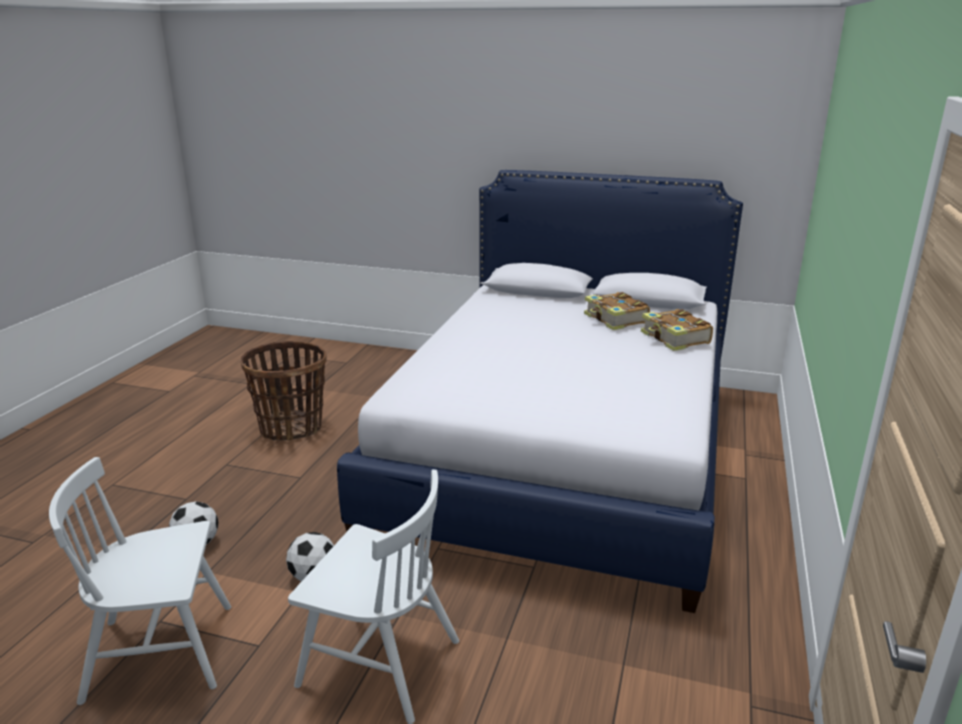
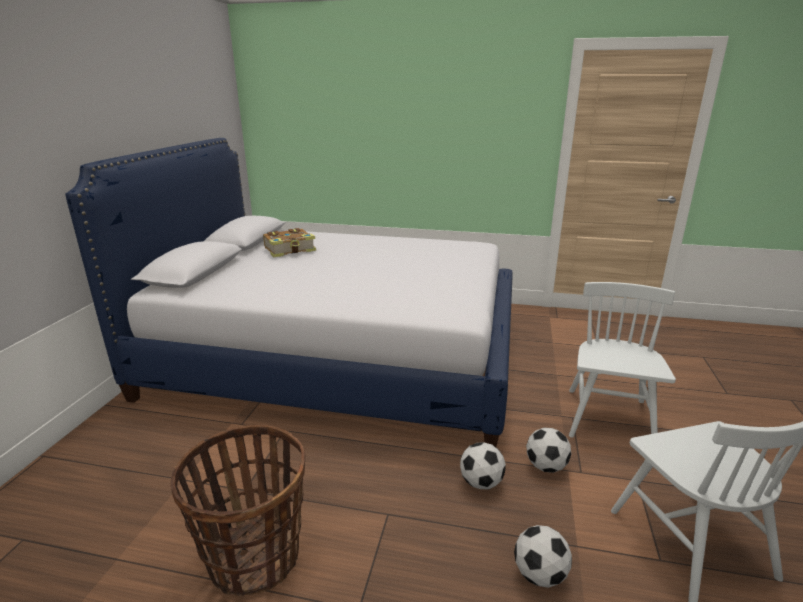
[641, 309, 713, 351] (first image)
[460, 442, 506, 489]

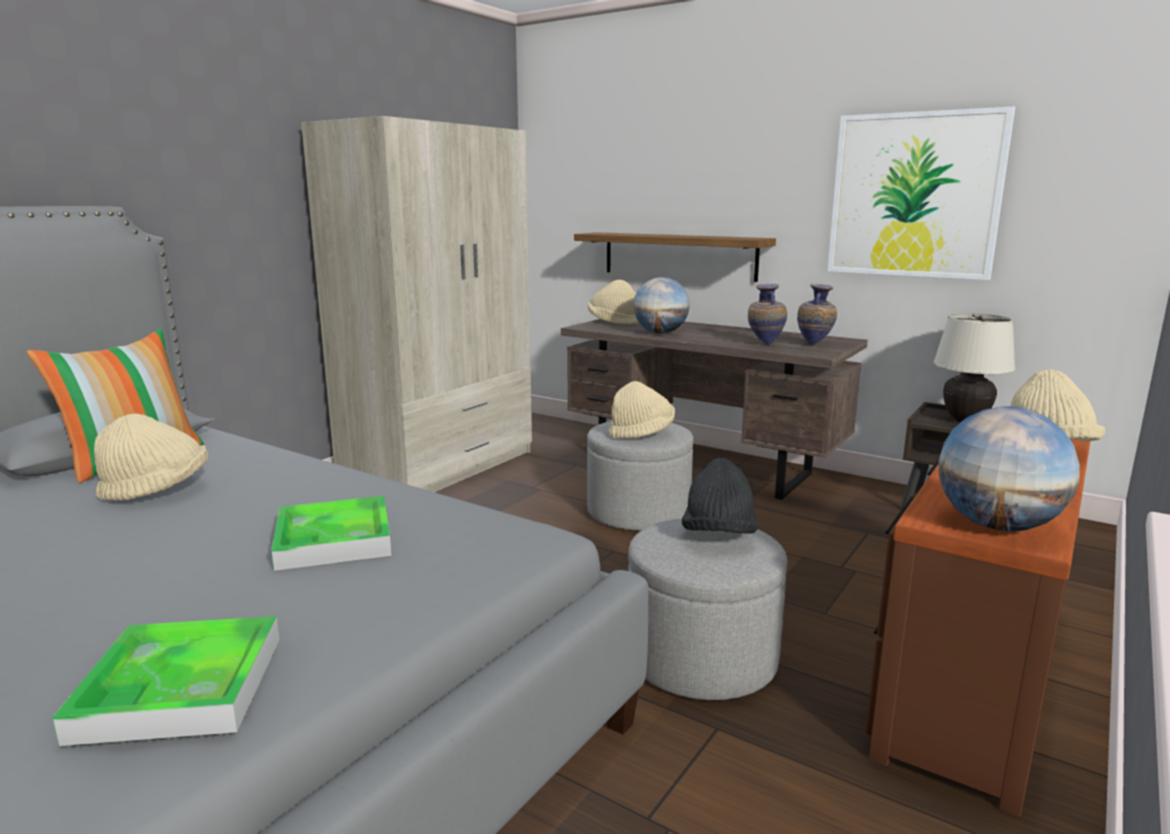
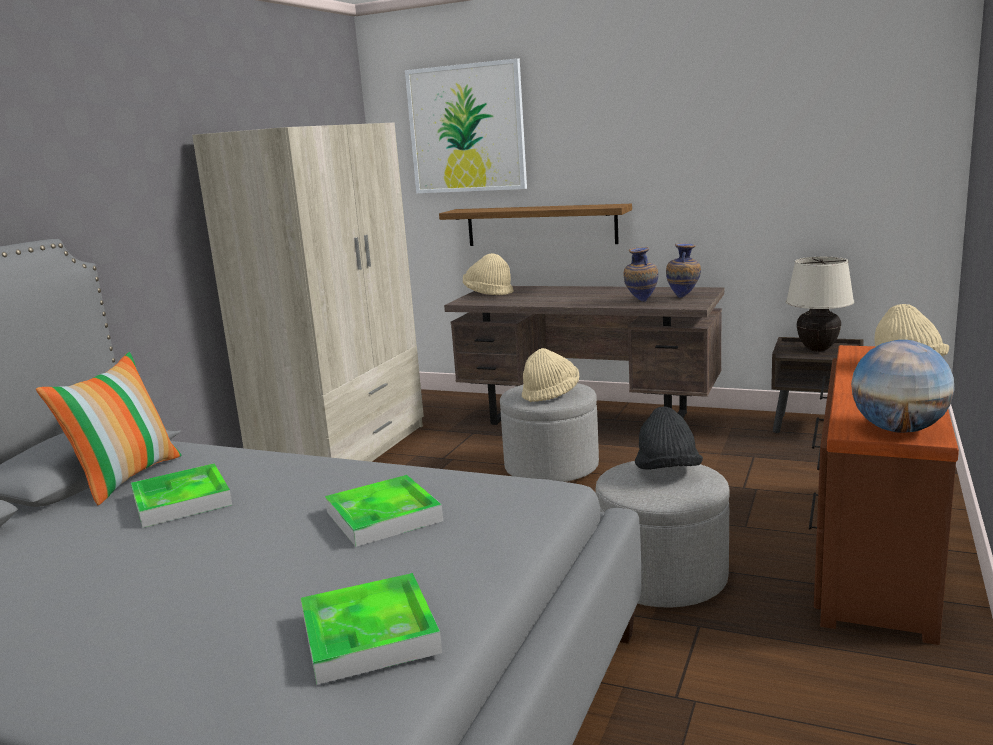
[405, 58, 527, 193]
[633, 277, 690, 334] (first image)
[131, 464, 232, 528]

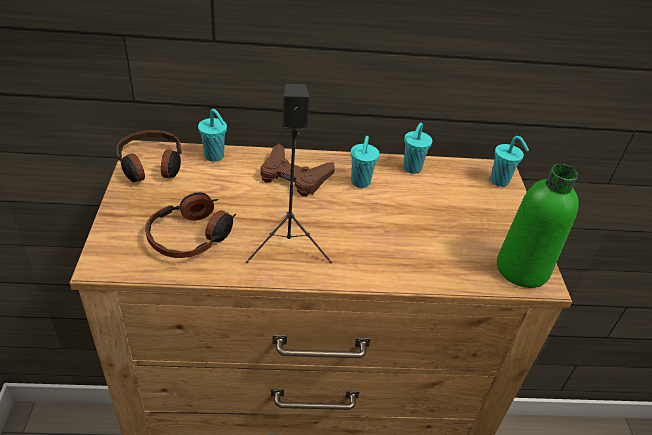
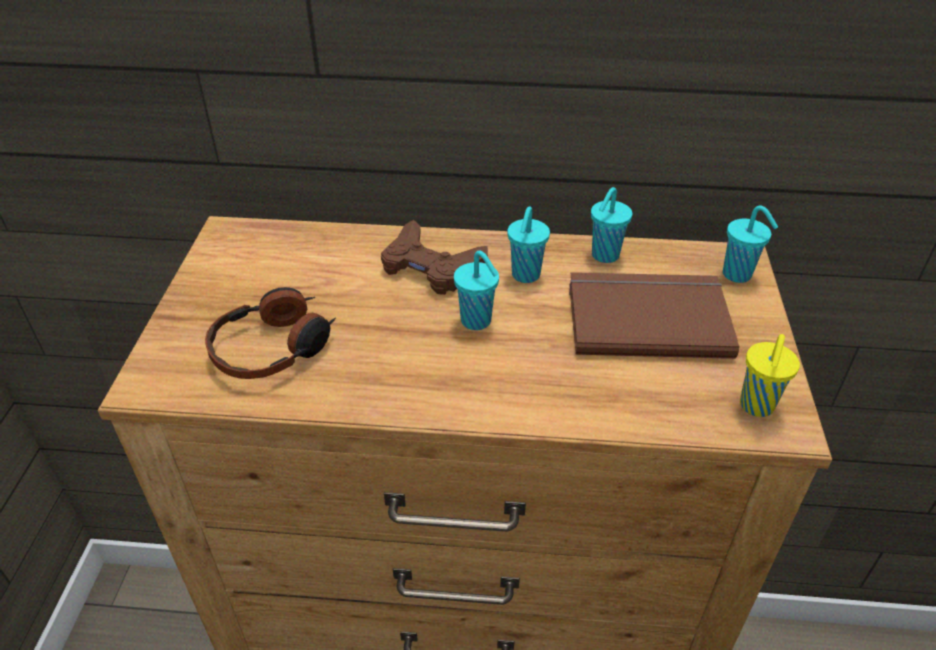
[246, 84, 332, 263] (first image)
[454, 250, 499, 330]
[117, 130, 182, 182] (first image)
[740, 334, 800, 417]
[569, 272, 740, 359]

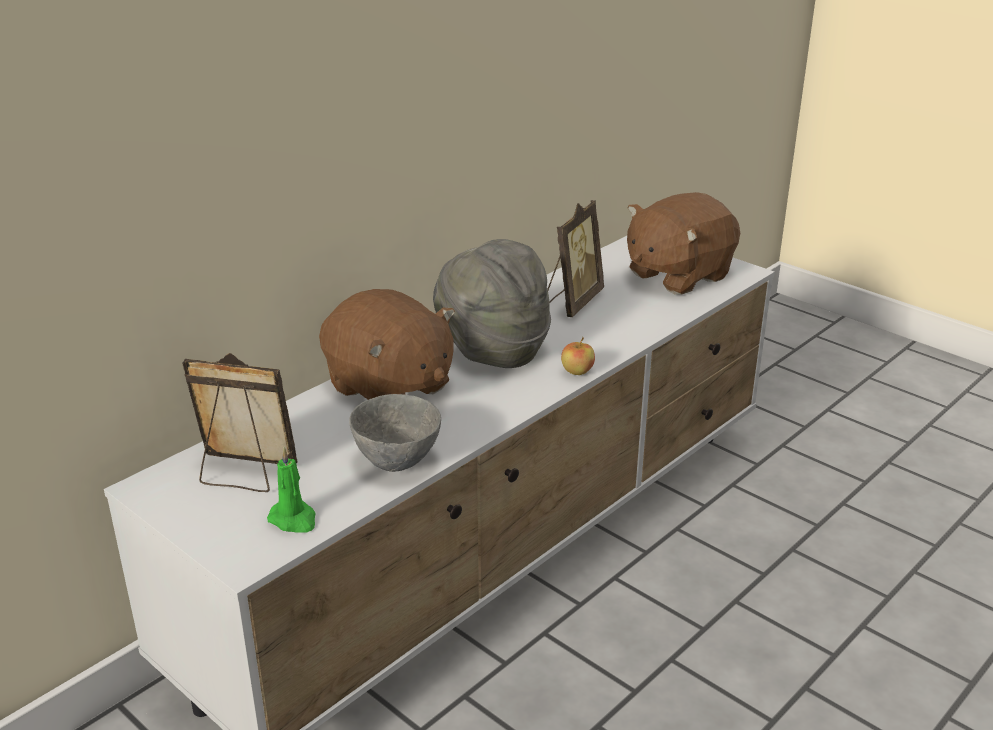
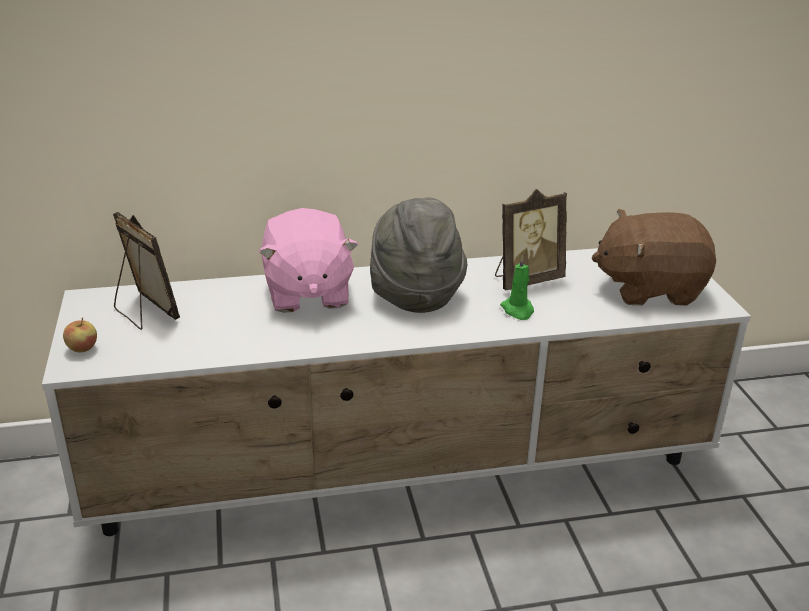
[259, 208, 359, 313]
[63, 318, 97, 352]
[349, 394, 441, 472] (first image)
[500, 254, 534, 320]

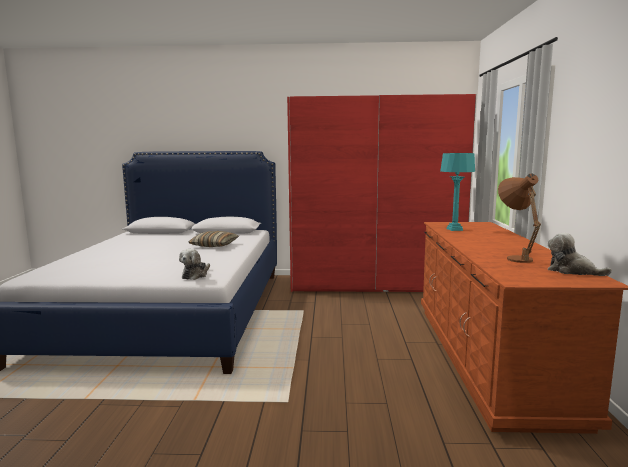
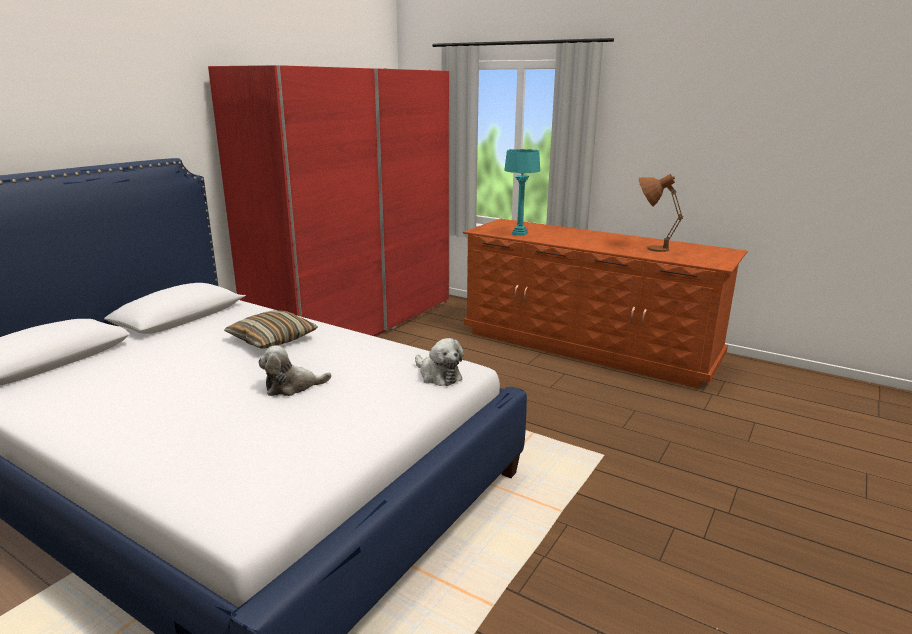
[258, 345, 332, 396]

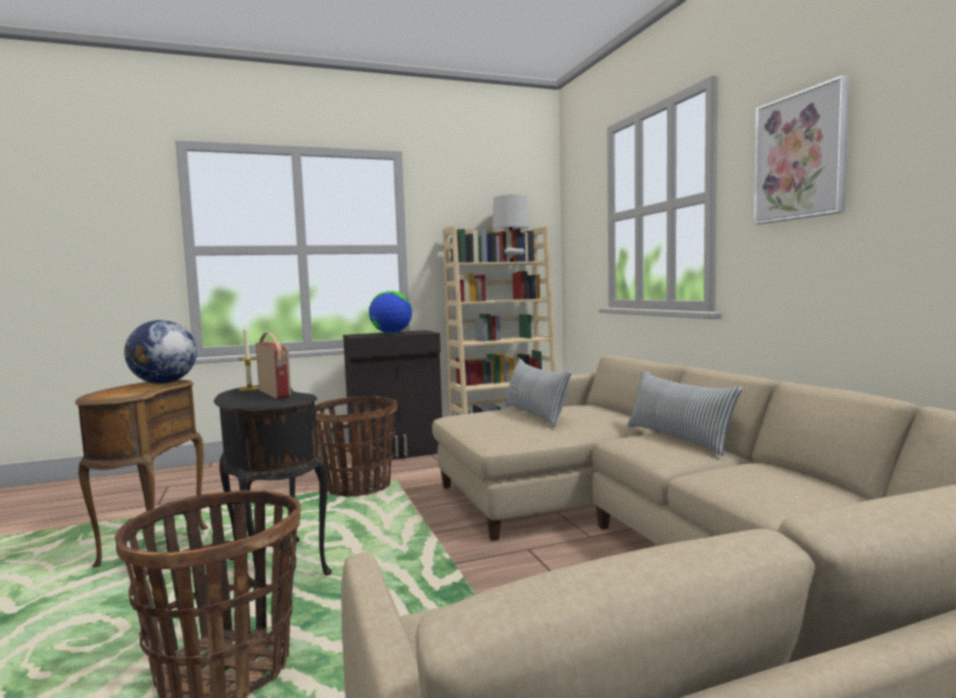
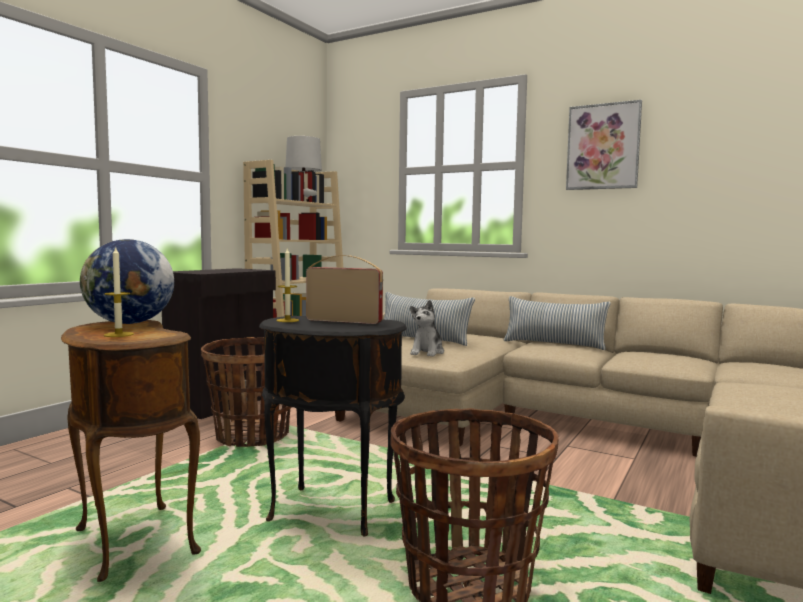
[369, 290, 412, 334] (first image)
[104, 246, 134, 337]
[410, 300, 444, 356]

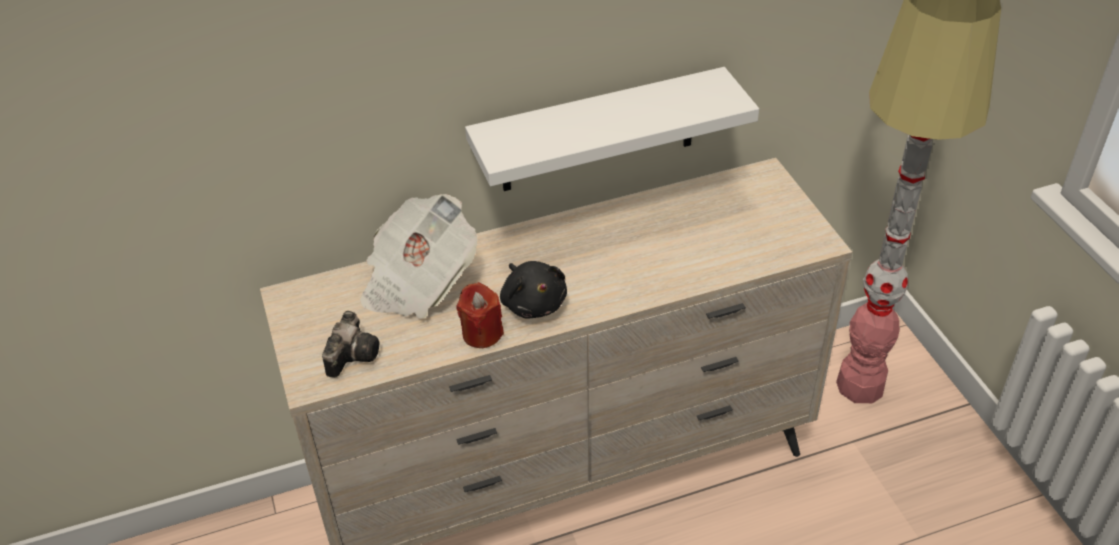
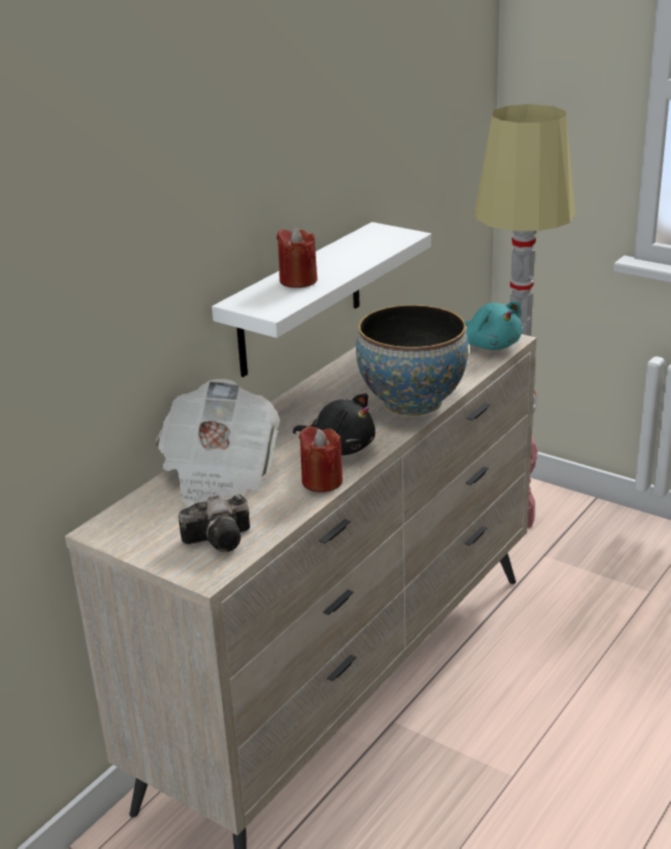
[179, 494, 250, 552]
[277, 228, 318, 288]
[465, 301, 522, 350]
[356, 305, 468, 416]

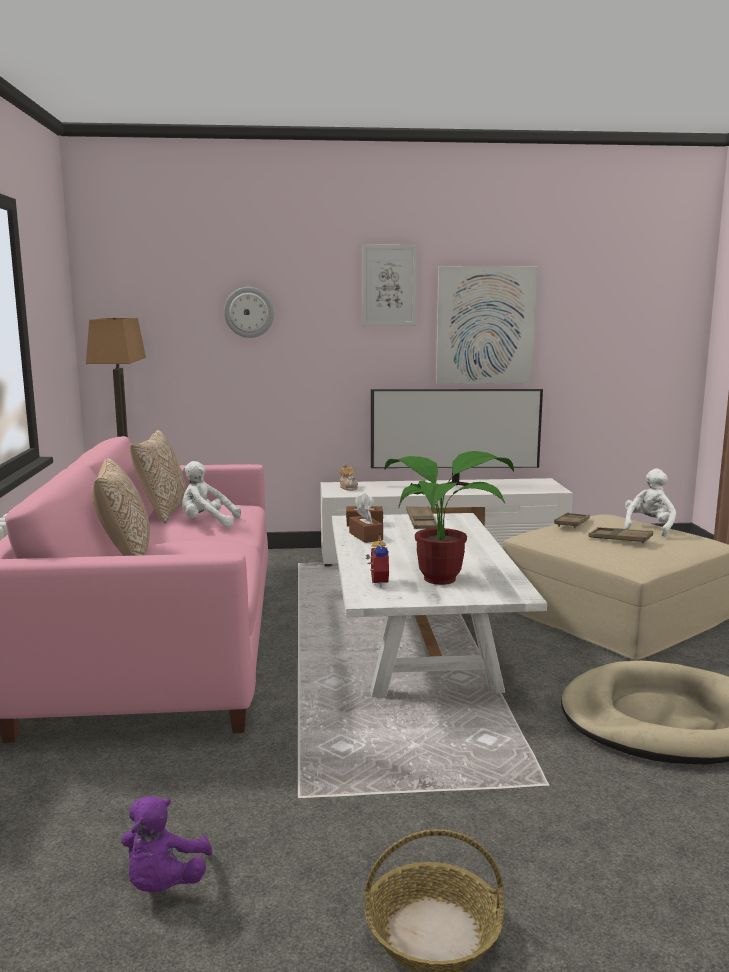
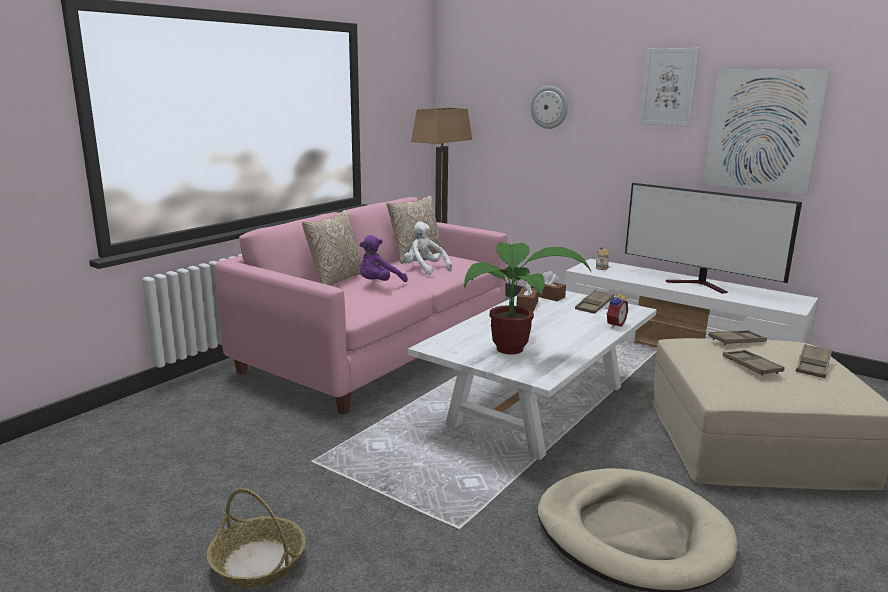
[795, 344, 832, 378]
[606, 290, 628, 328]
[360, 235, 408, 282]

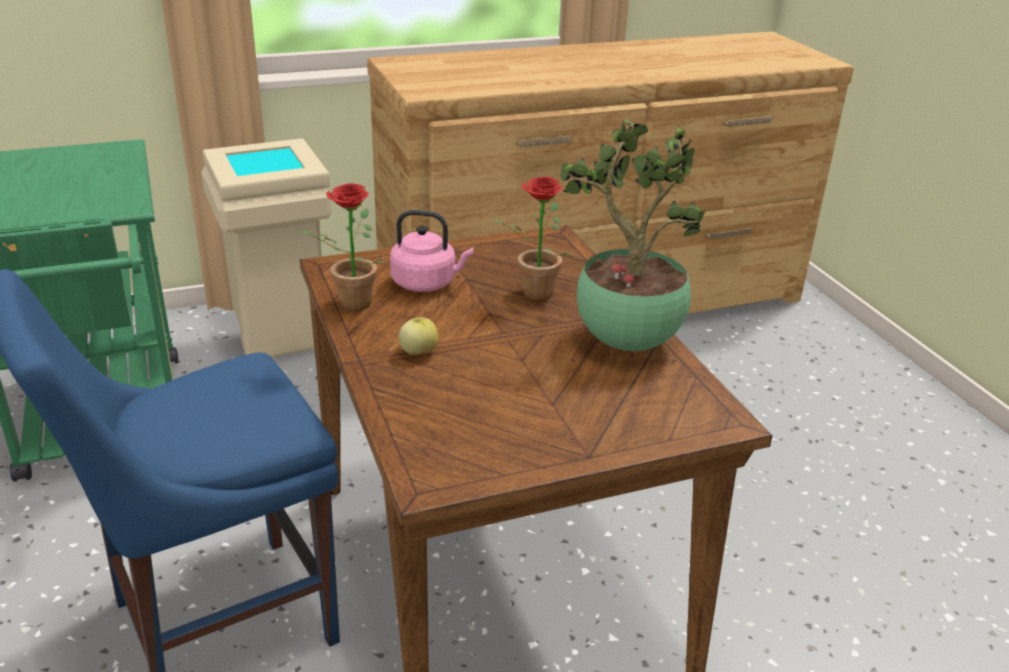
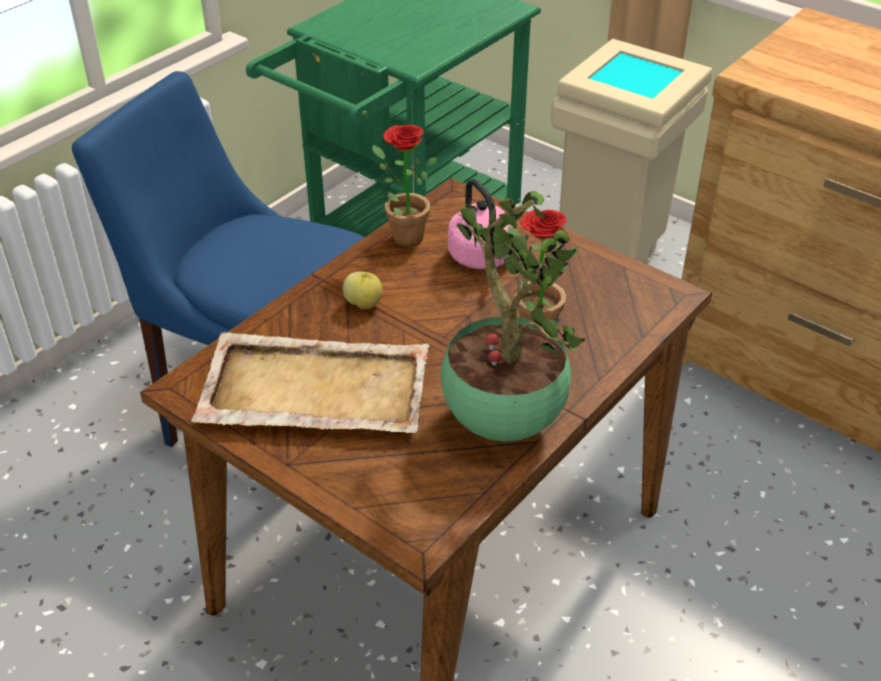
[191, 332, 429, 433]

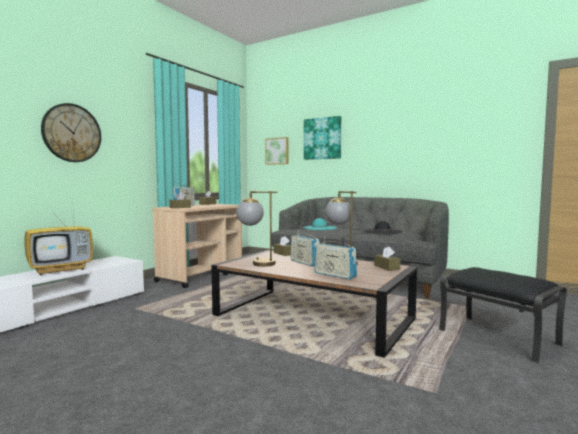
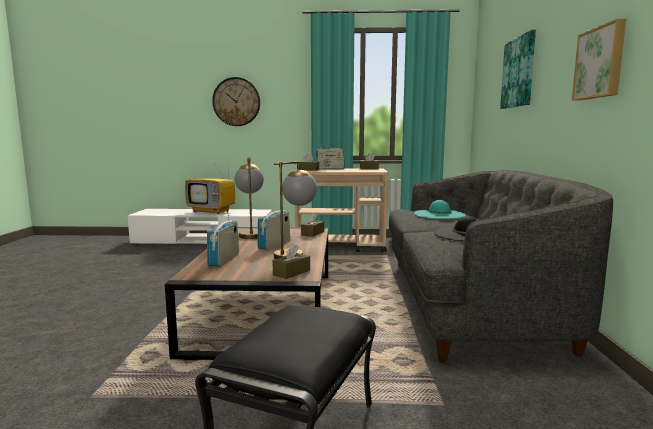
[572, 19, 626, 101]

